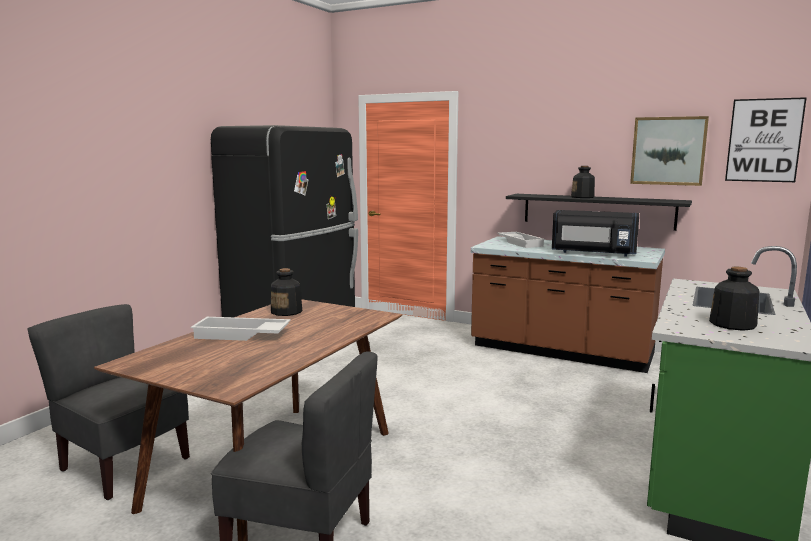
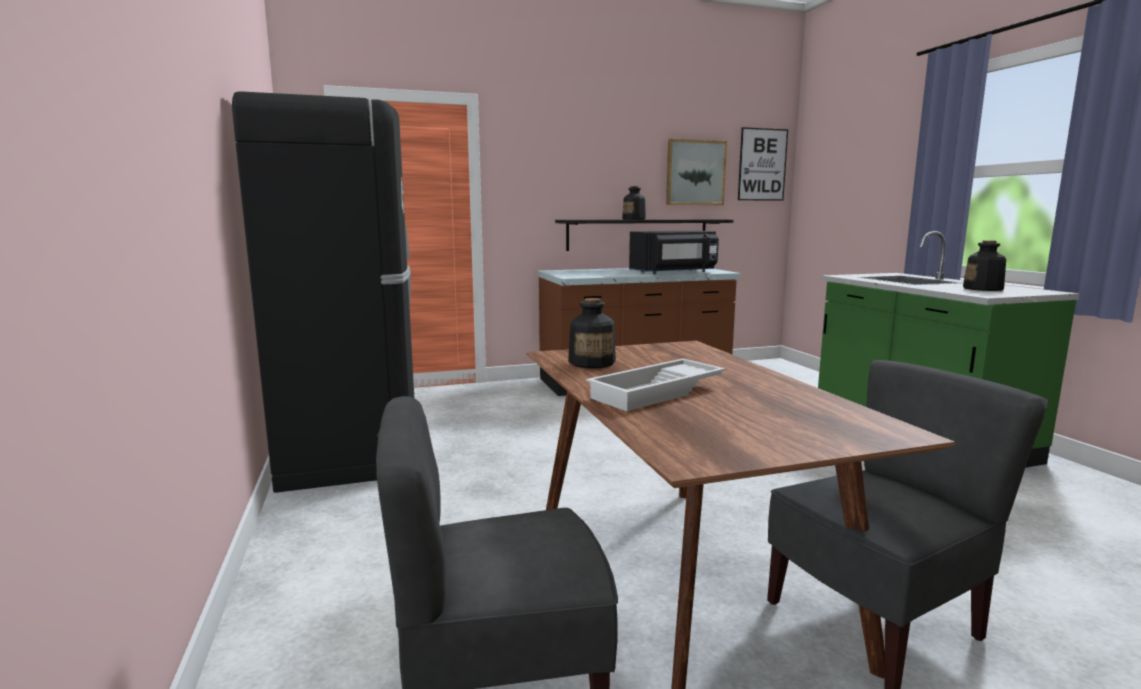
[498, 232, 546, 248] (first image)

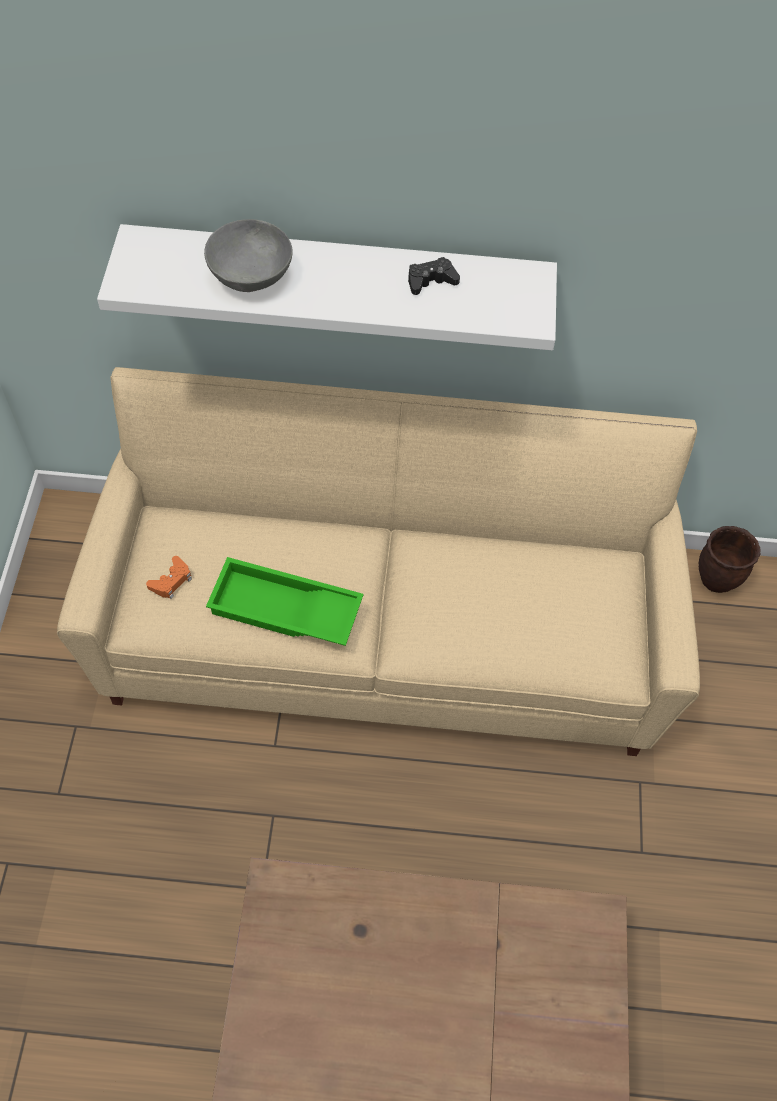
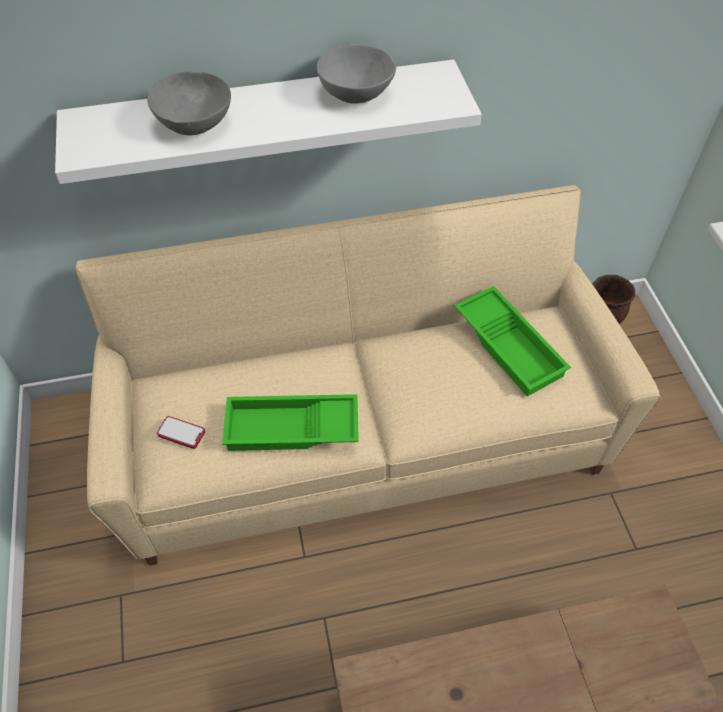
[317, 45, 396, 104]
[157, 416, 205, 449]
[454, 286, 571, 396]

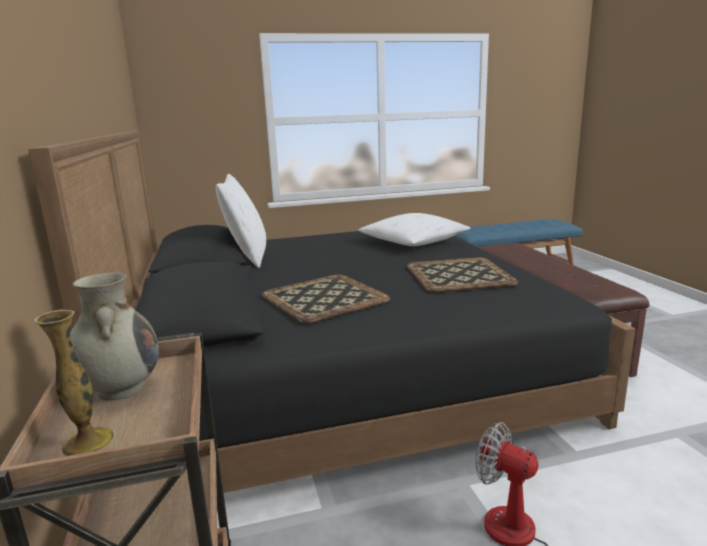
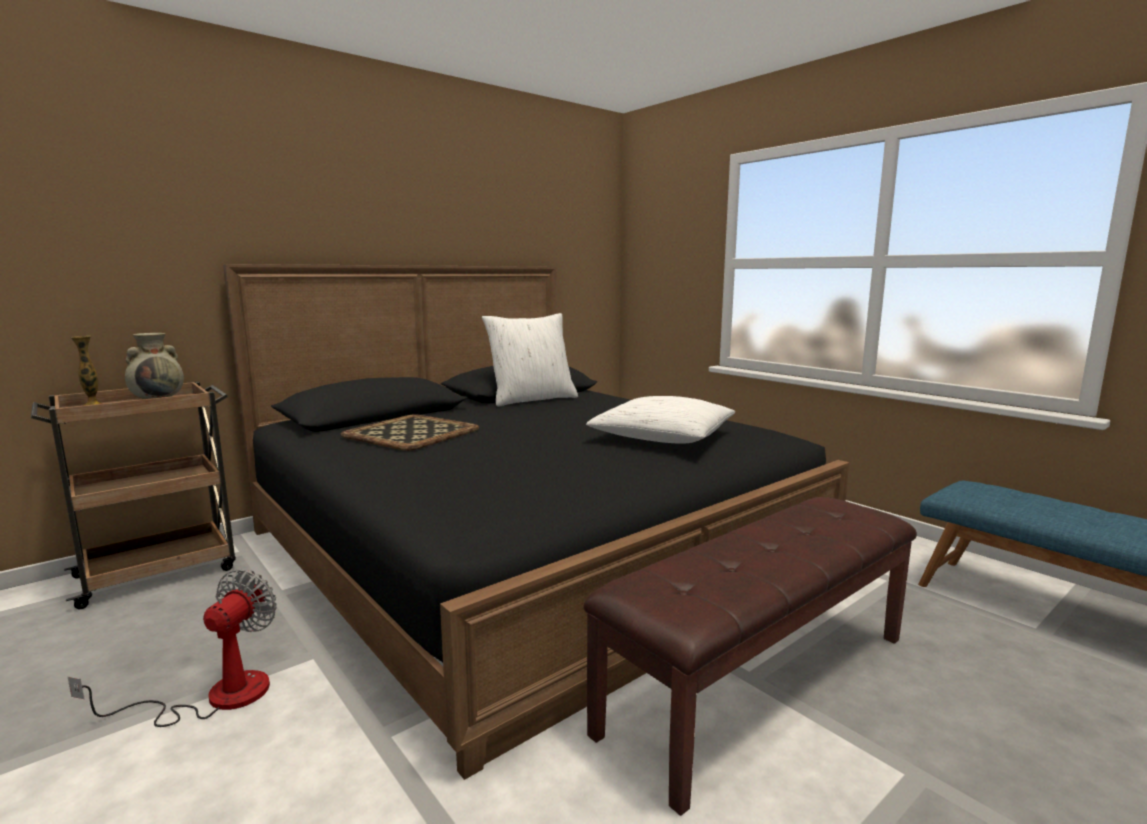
[407, 257, 518, 292] (first image)

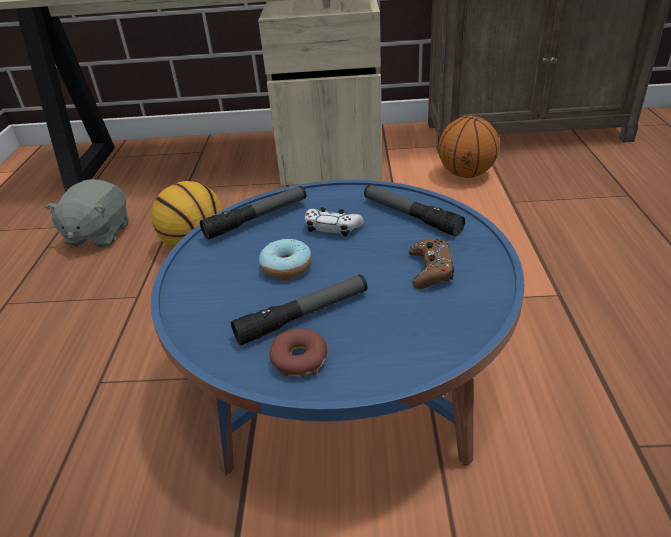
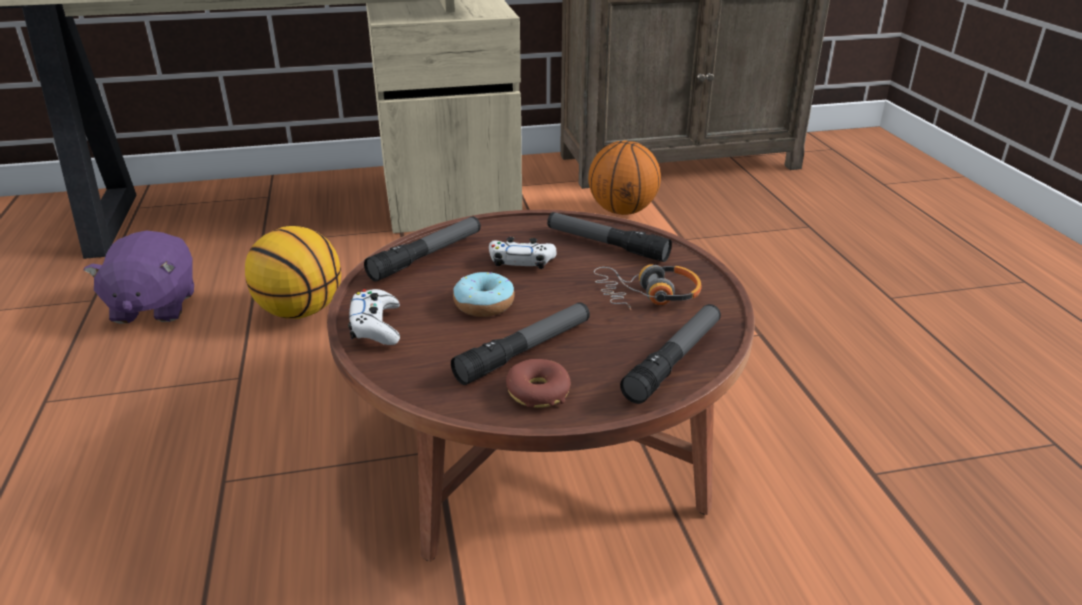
[84, 230, 194, 324]
[327, 210, 755, 562]
[594, 264, 702, 311]
[348, 289, 400, 345]
[620, 304, 721, 404]

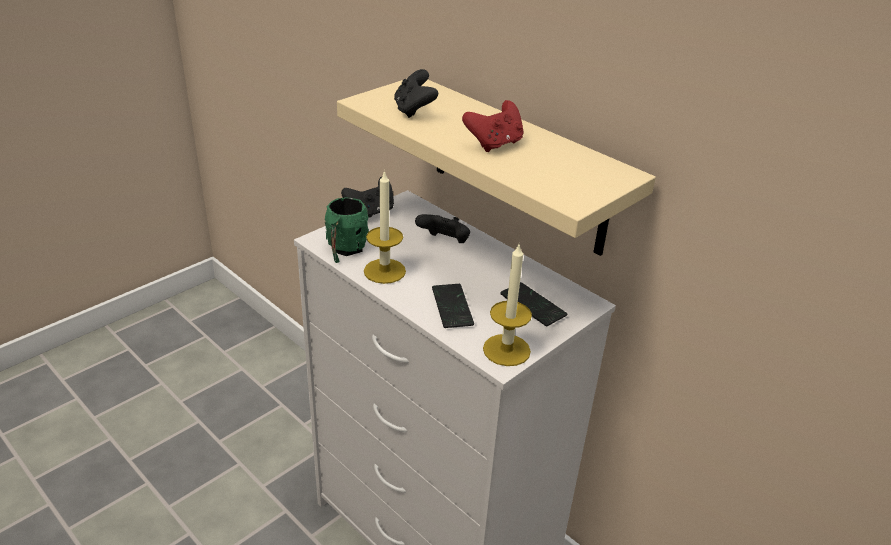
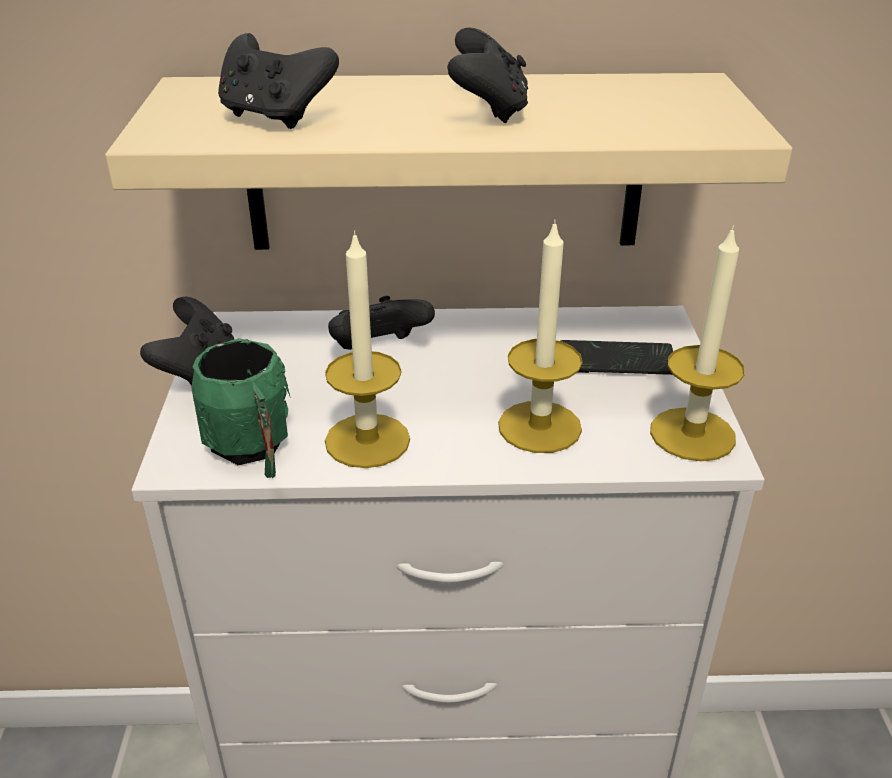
[447, 27, 528, 123]
[498, 219, 582, 453]

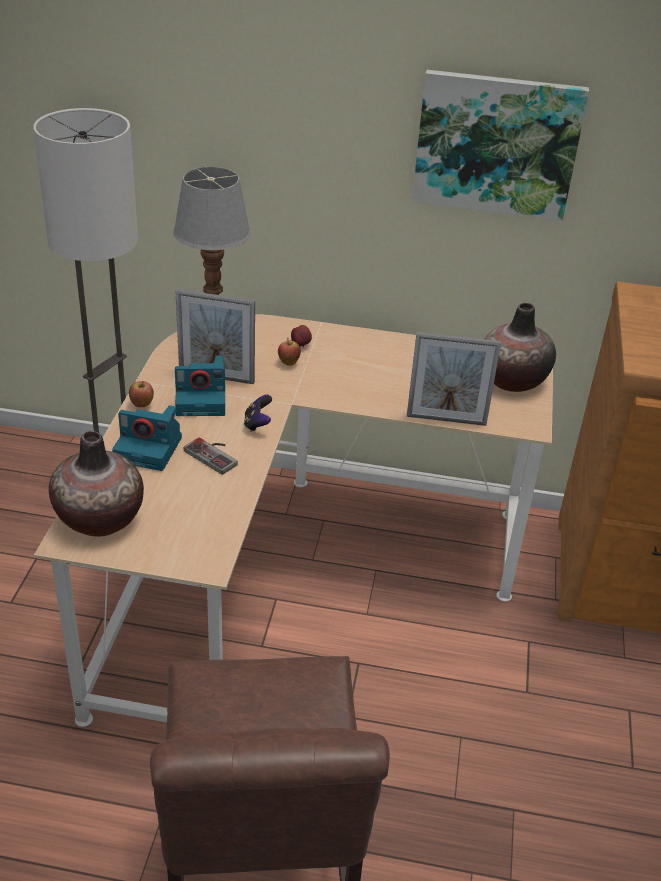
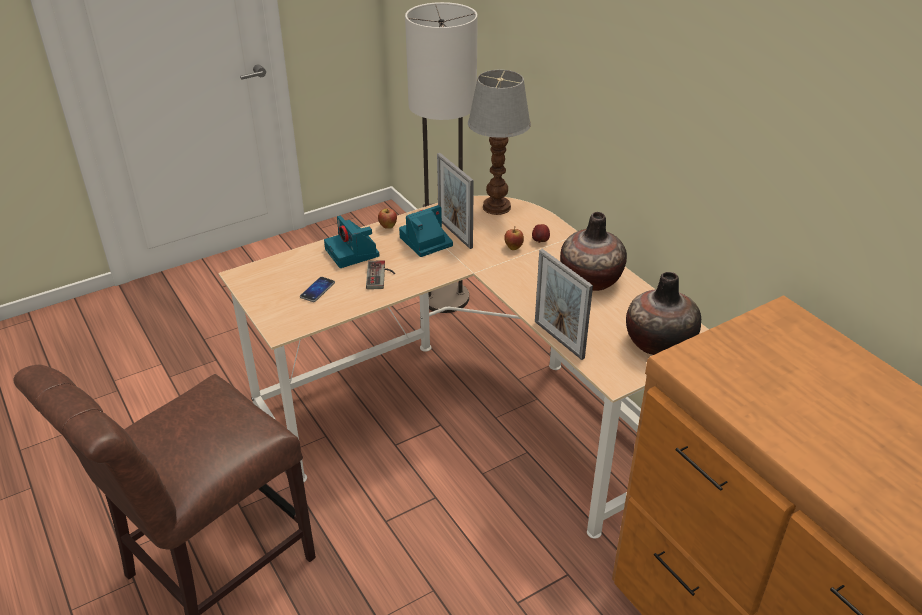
[412, 70, 589, 221] (first image)
[399, 205, 453, 257]
[244, 395, 272, 432] (first image)
[560, 212, 627, 291]
[300, 277, 335, 302]

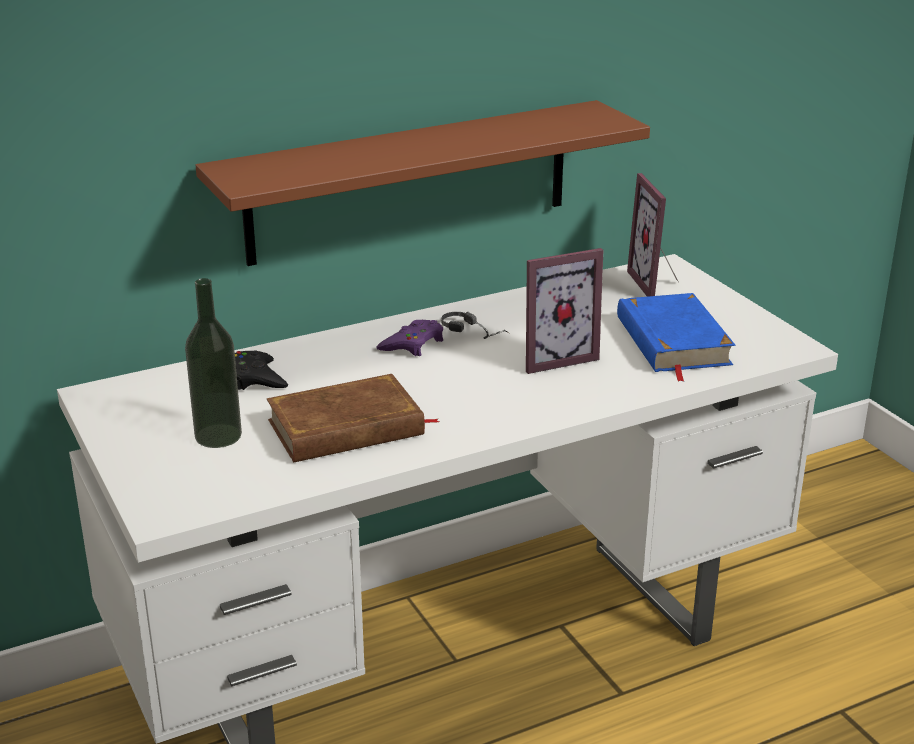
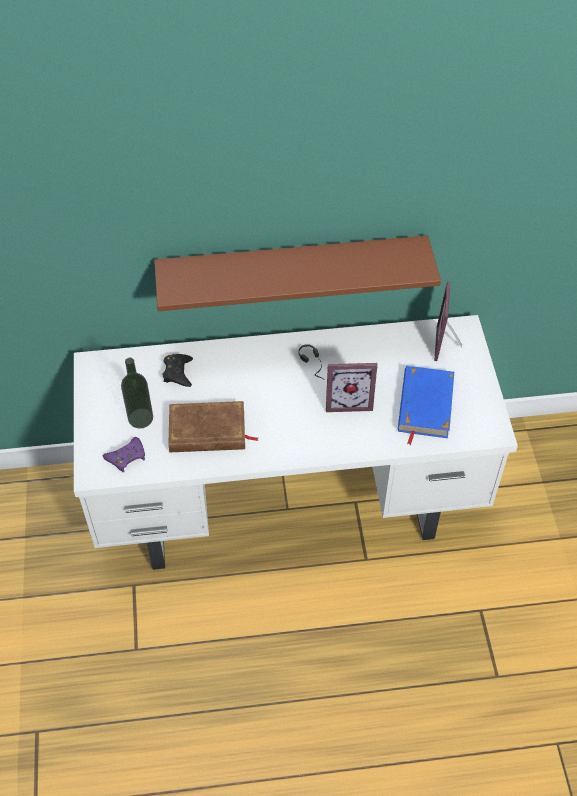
[103, 437, 145, 472]

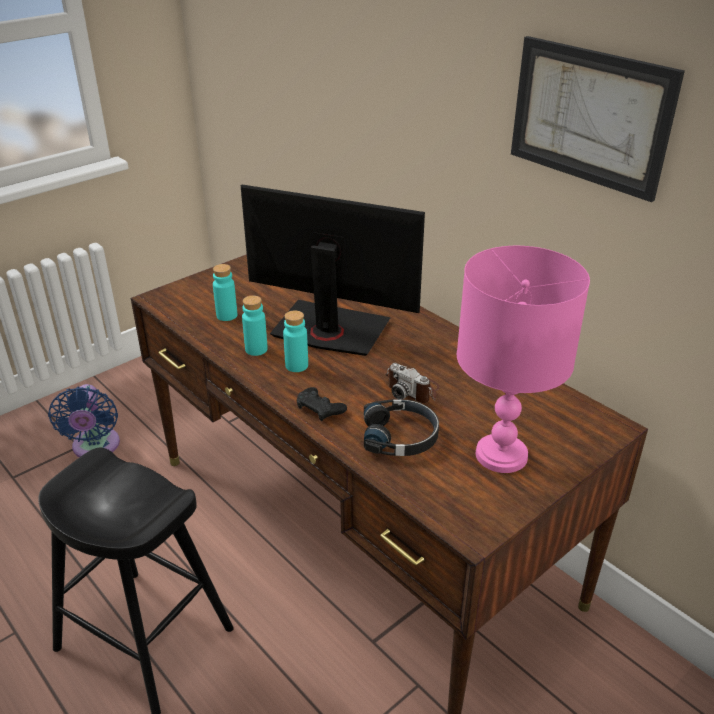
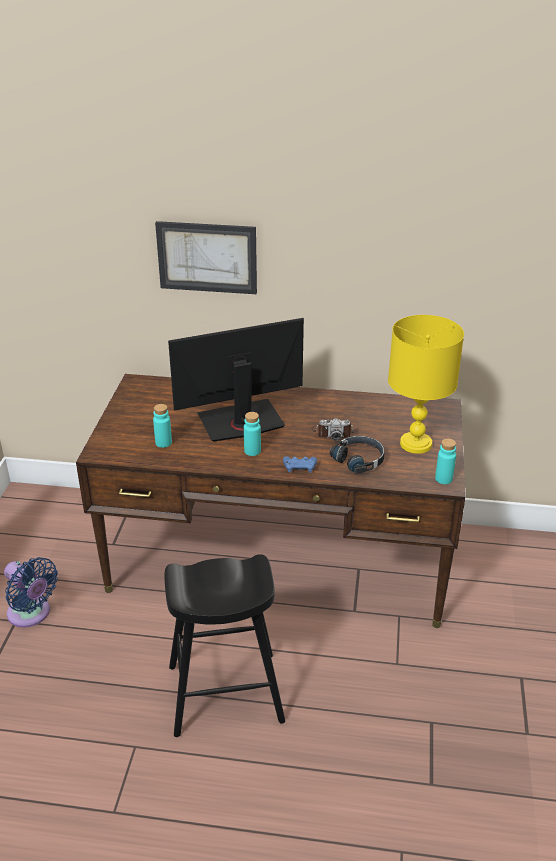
[155, 221, 257, 294]
[388, 315, 464, 454]
[435, 439, 456, 484]
[283, 456, 317, 473]

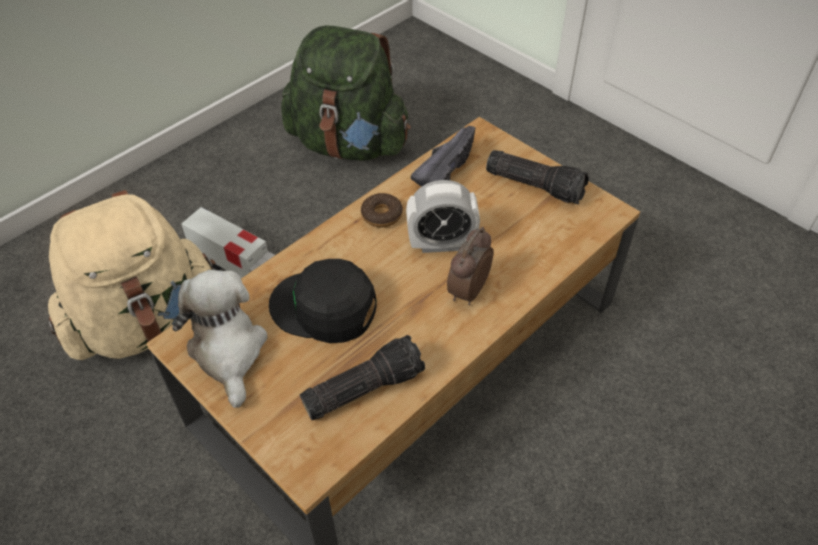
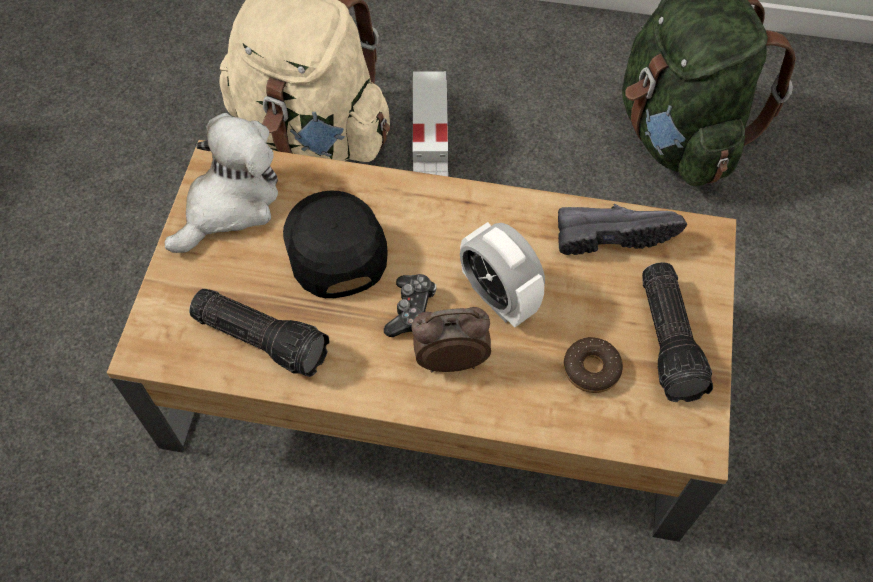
[564, 337, 623, 393]
[384, 274, 436, 337]

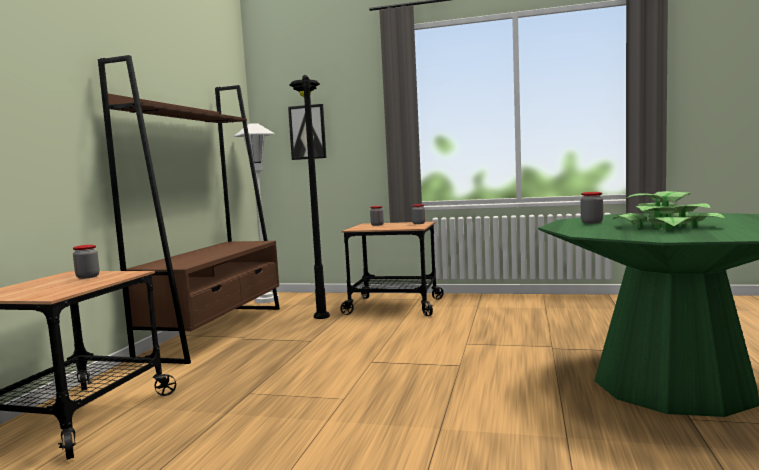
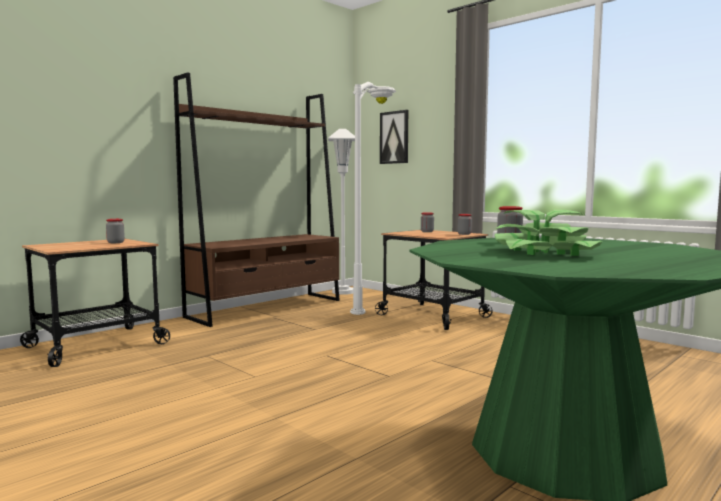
[350, 82, 396, 315]

